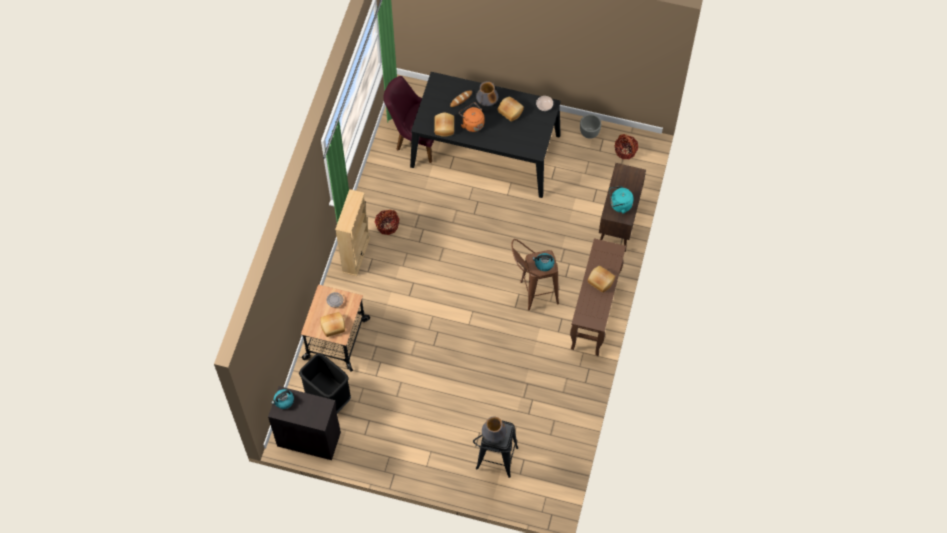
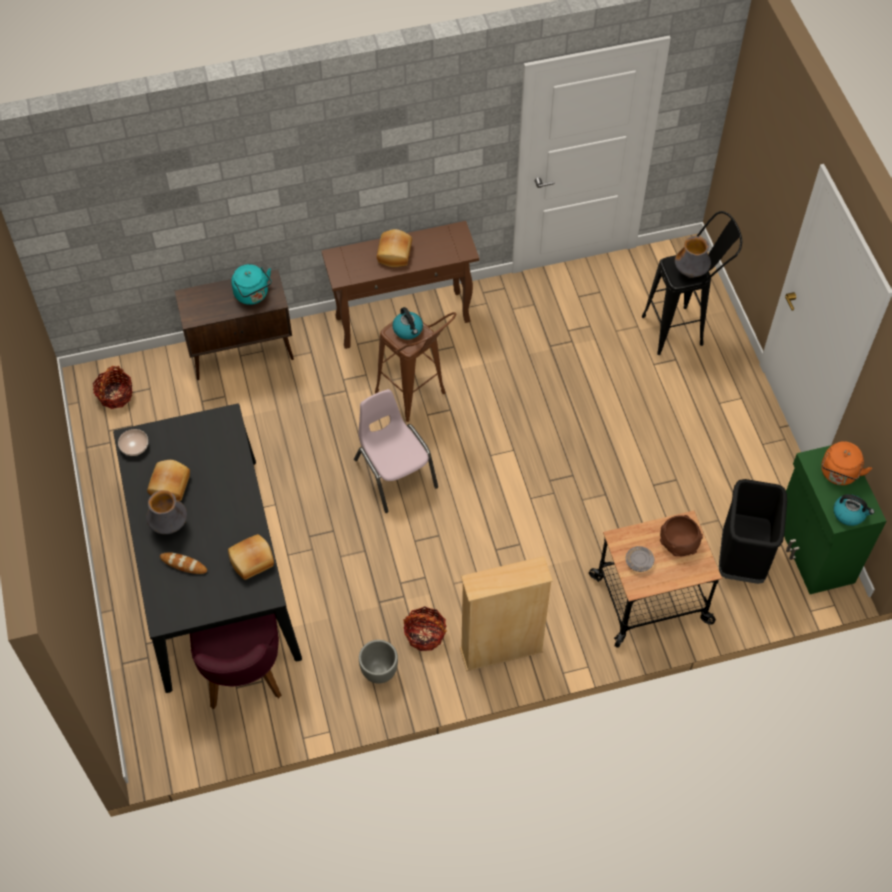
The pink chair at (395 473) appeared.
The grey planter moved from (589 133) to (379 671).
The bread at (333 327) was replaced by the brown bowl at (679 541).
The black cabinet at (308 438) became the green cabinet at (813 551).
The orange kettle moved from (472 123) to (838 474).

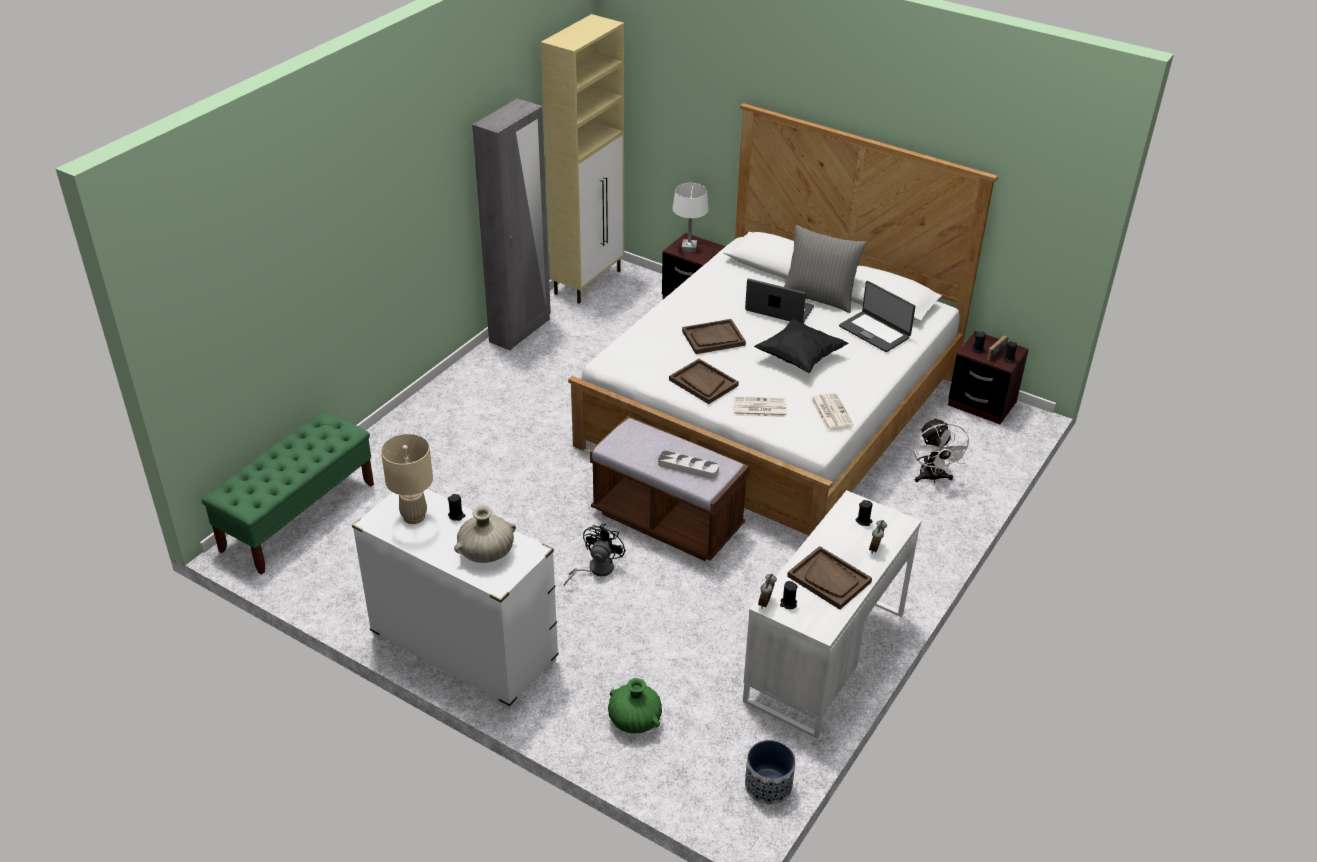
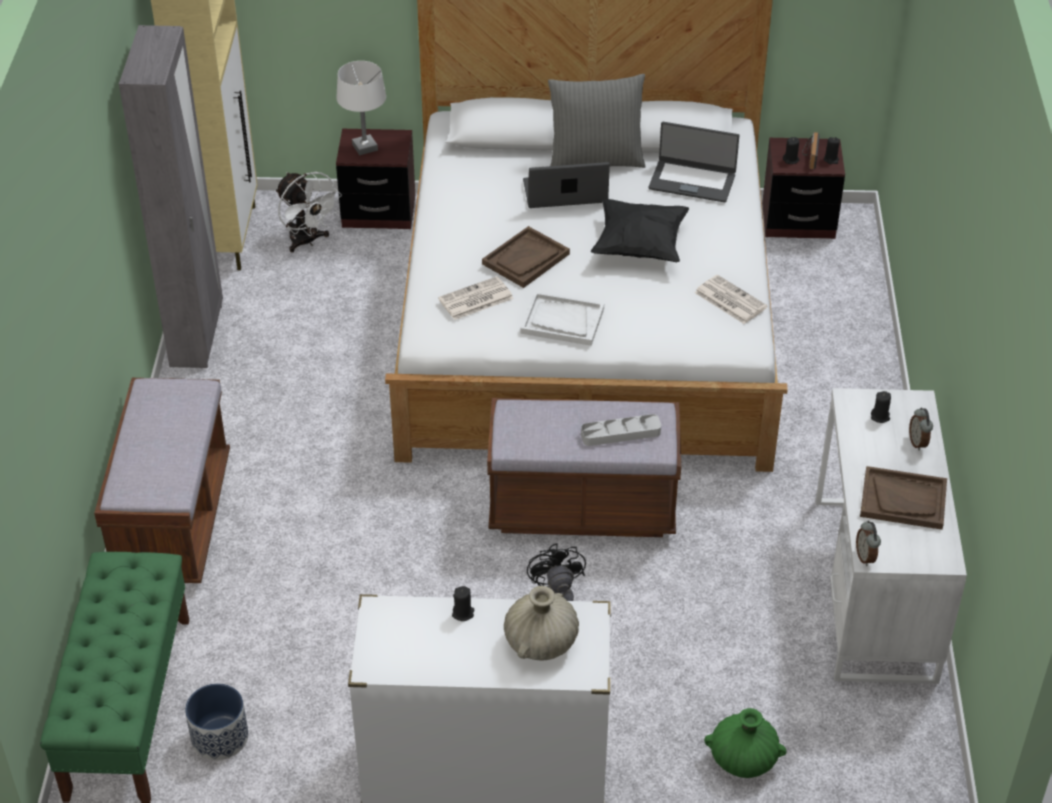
The brown bench at (173 520) appeared.
The planter moved from (768 786) to (220 738).
The white fan moved from (932 478) to (307 241).
The newspaper moved from (758 408) to (475 299).
The brown tray at (703 383) became the white tray at (562 321).
The beige table lamp at (414 516) disappeared.
The black candle at (788 603) disappeared.

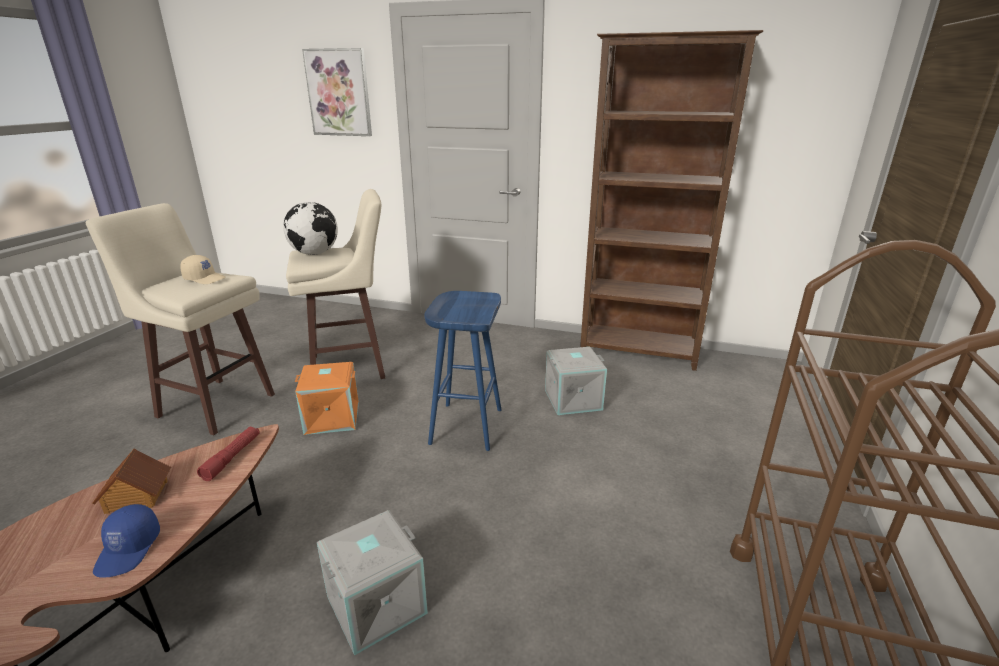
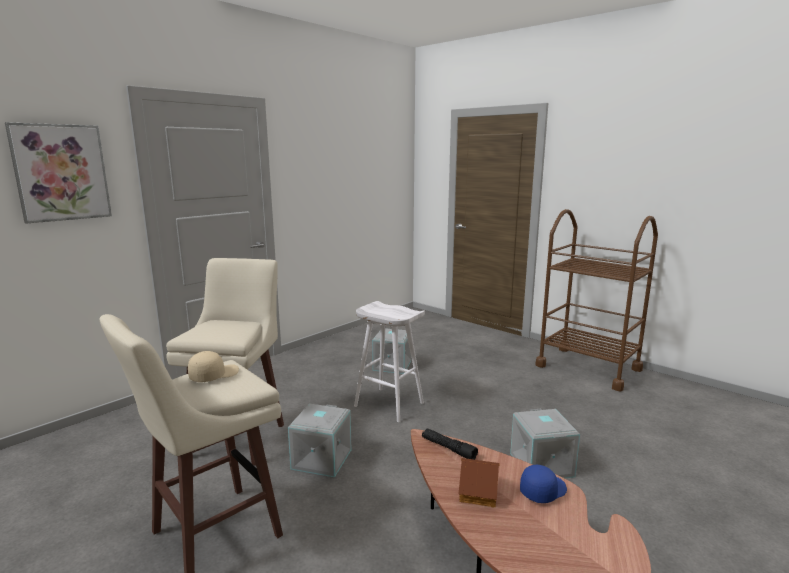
The orange storage box at (333 417) became the grey storage box at (321 459).
The blue stool at (465 425) became the white stool at (387 404).
The red flashlight at (232 457) became the black flashlight at (448 449).
The blue cap at (129 549) turned 60 degrees counterclockwise.
The globe at (315 253) disappeared.
The brown bookcase at (639 352) disappeared.

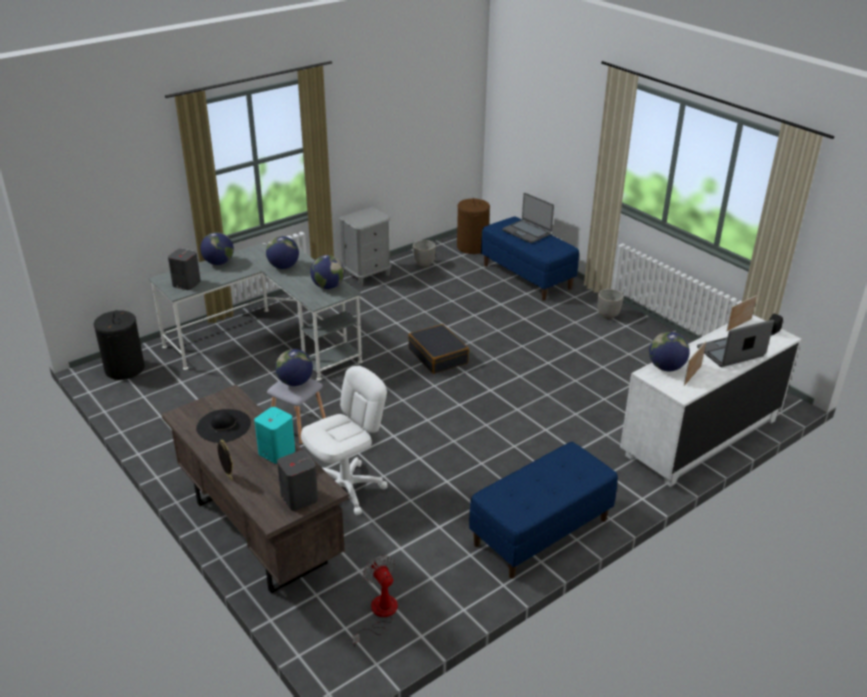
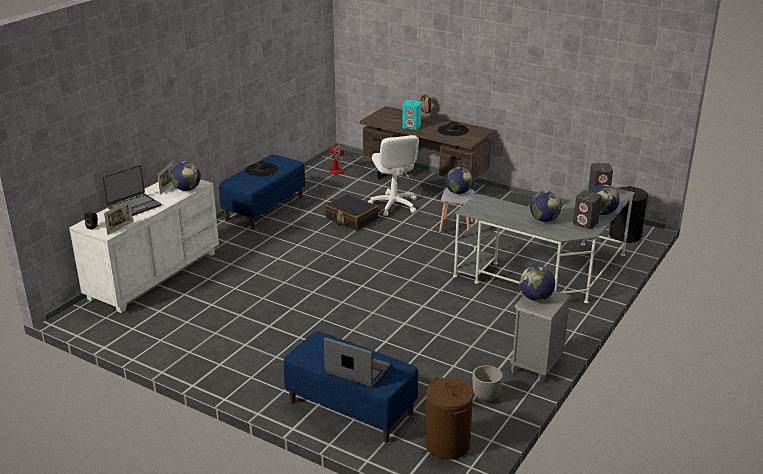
The black hat at (261 169) appeared.
The black suitcase moved from (438 356) to (351 219).
The white office chair at (346 489) turned 45 degrees counterclockwise.
The globe moved from (328 286) to (535 298).
The grey speaker moved from (299 498) to (586 223).
The planter at (608 315) disappeared.

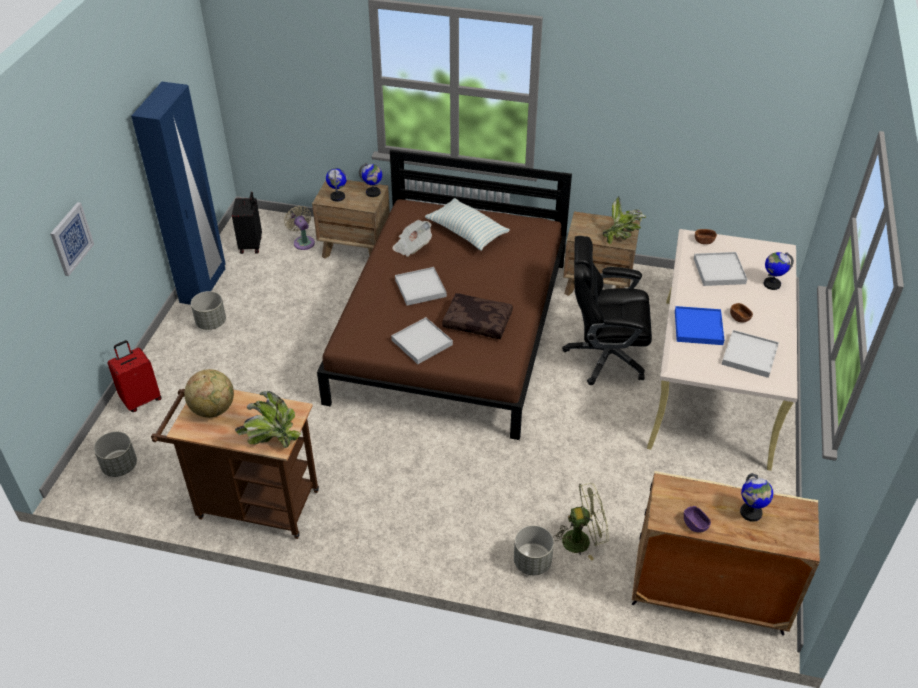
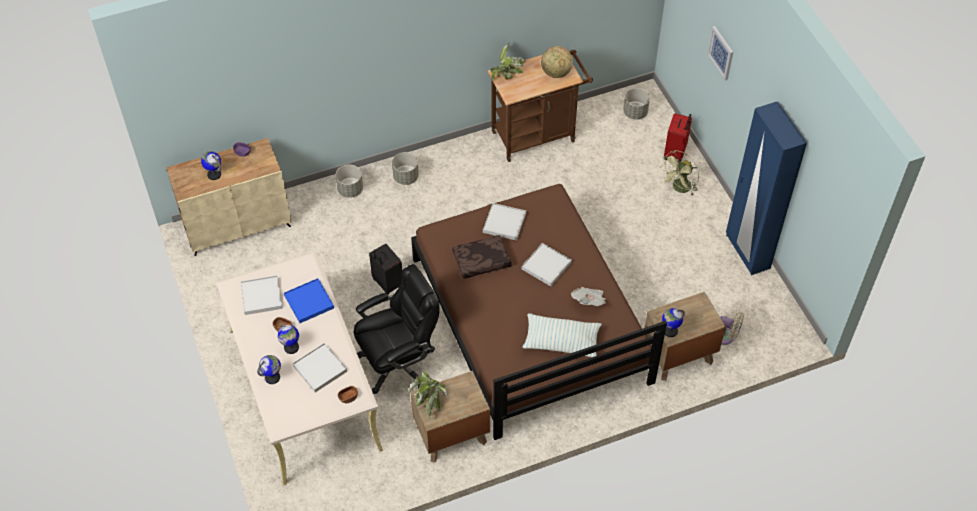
The globe moved from (338 197) to (291 347).
The black suitcase moved from (252 245) to (387 283).
The grey planter moved from (211 322) to (406 177).
The green fan moved from (582 539) to (679 189).

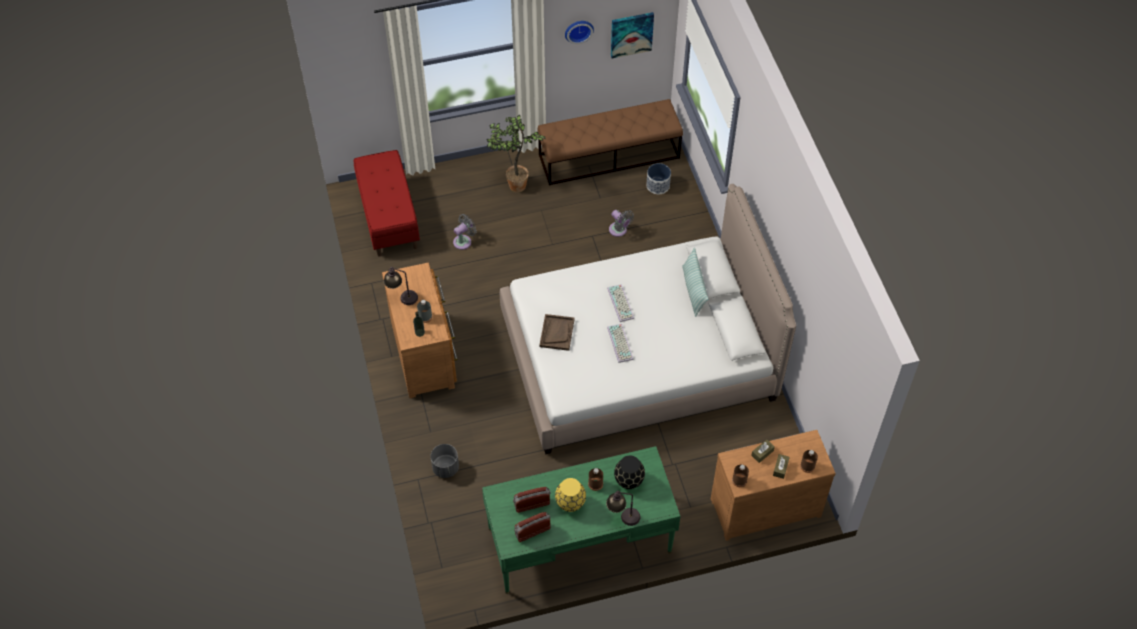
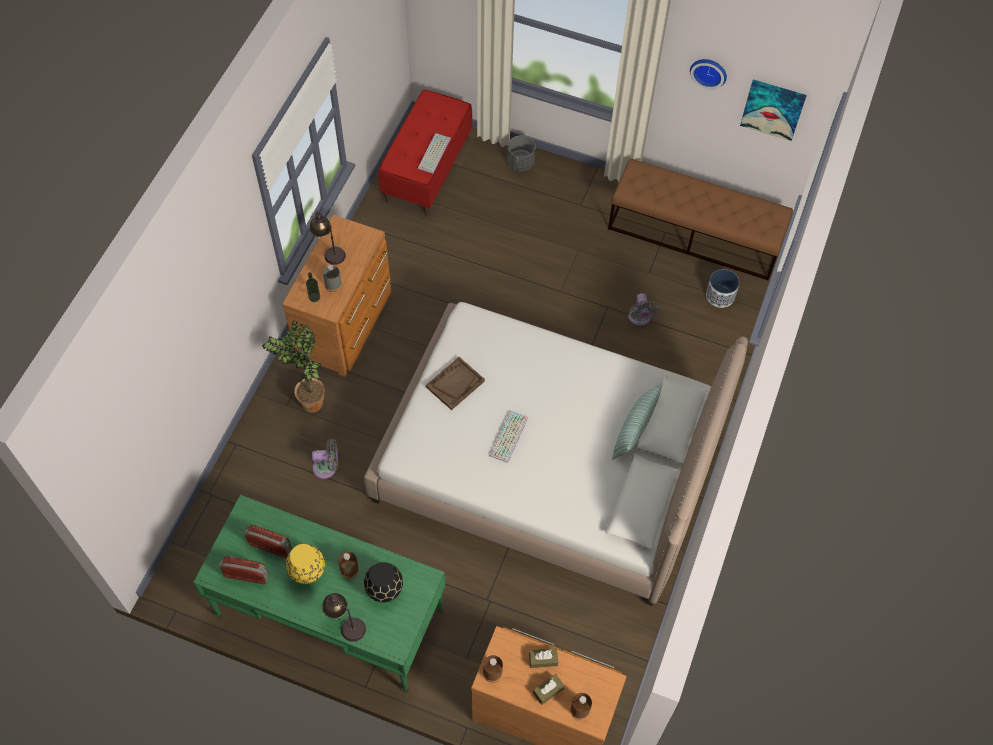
The potted plant moved from (514 186) to (310 400).
The grey fan moved from (464 241) to (327 468).
The keyboard moved from (621 303) to (434 154).
The grey planter moved from (445 468) to (520 163).

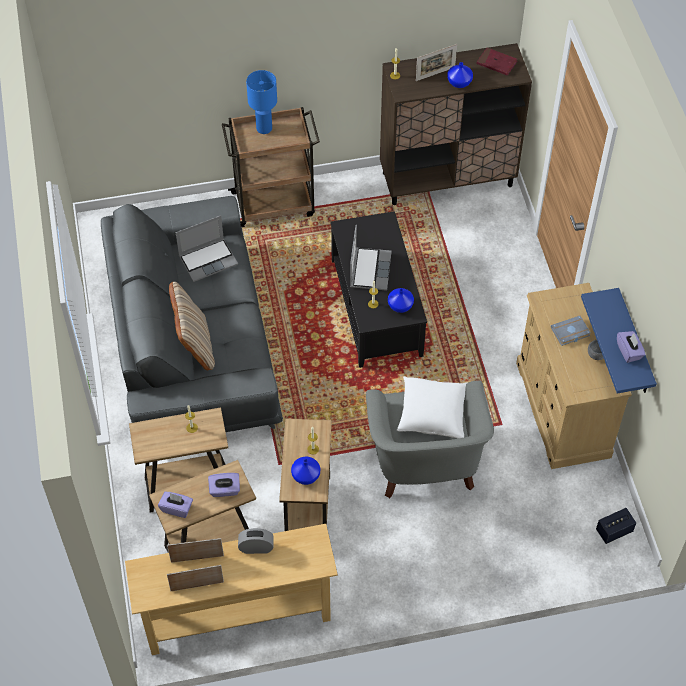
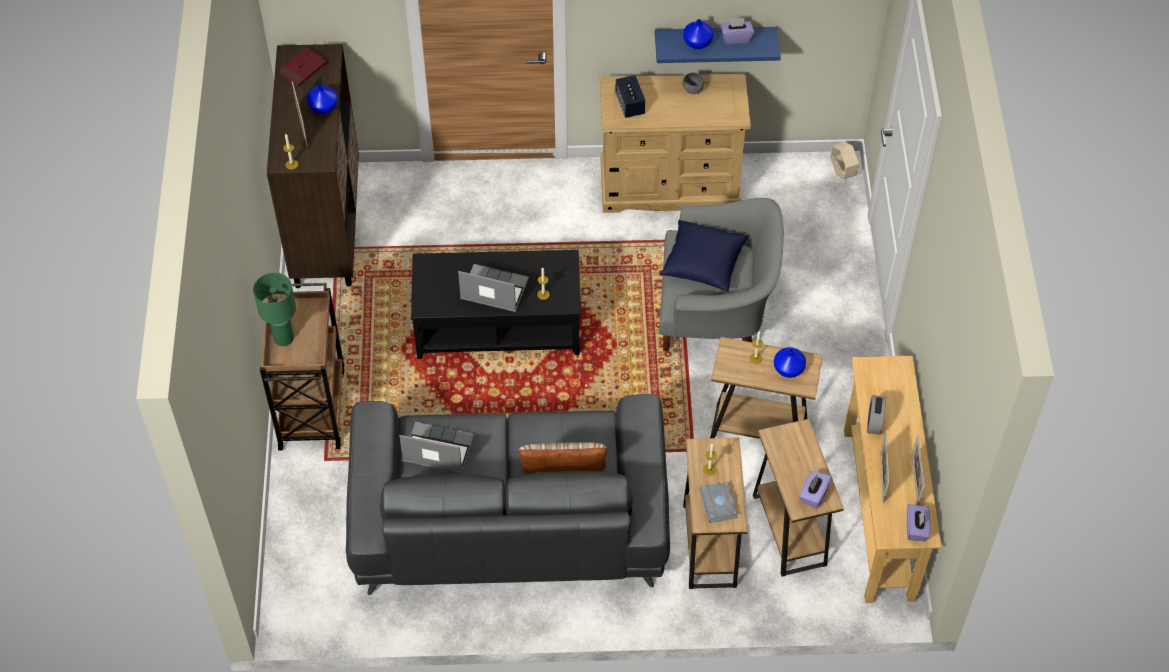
The blue table lamp at (264 128) became the green table lamp at (283 338).
The laptop at (208 260) turned 60 degrees counterclockwise.
The speaker moved from (614 531) to (630 104).
The white pillow at (432 414) became the blue pillow at (702 264).
The blue vase moved from (400 306) to (698 42).
The grey book moved from (570 333) to (720 504).
The beige planter at (842 172) appeared.
The purple tissue box moved from (225 490) to (916 529).

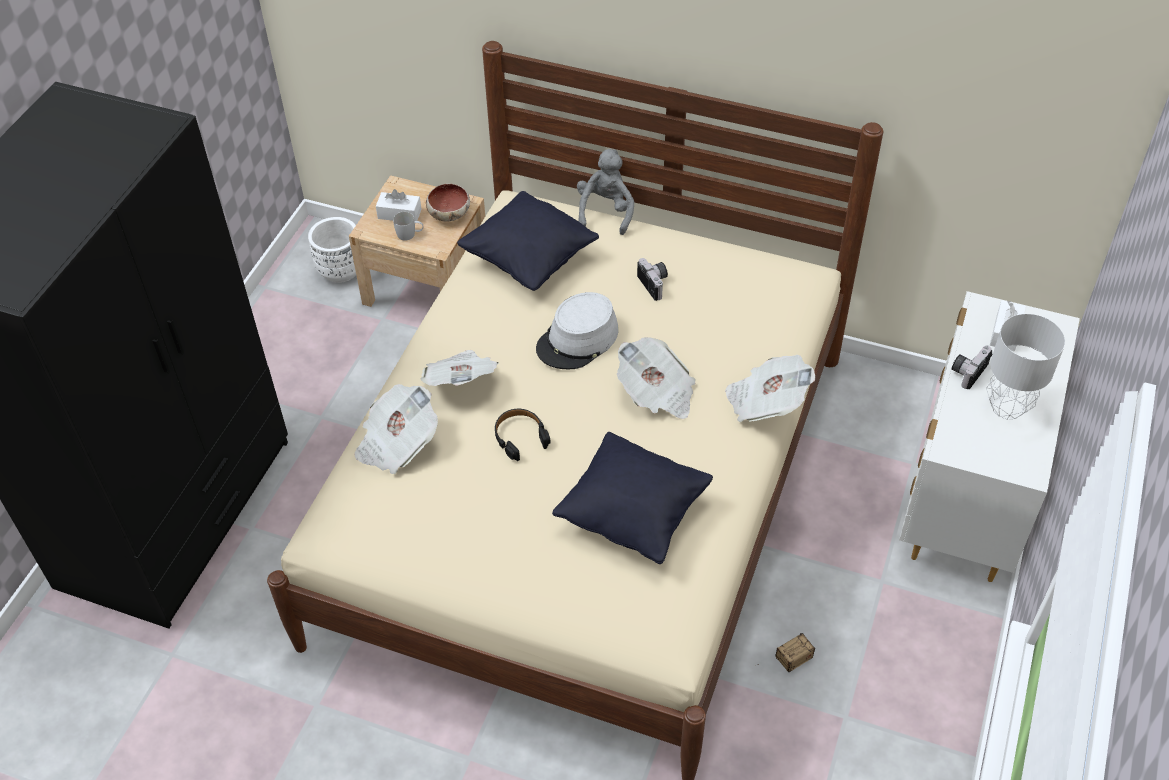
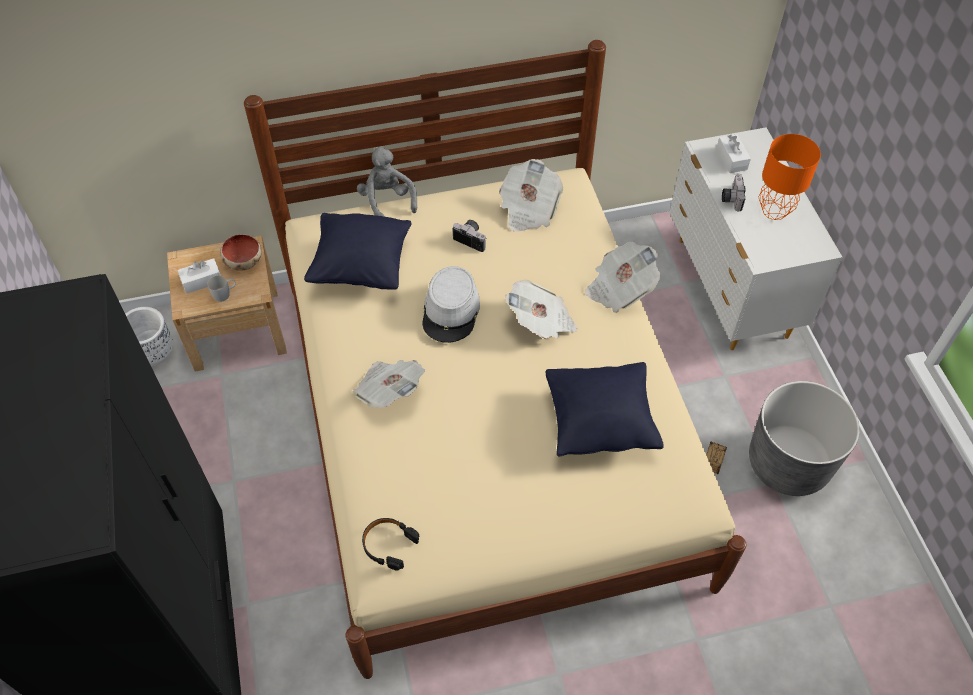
The black headphones moved from (520 437) to (388 545).
The newspaper moved from (397 443) to (528 209).
The grey planter at (788 463) appeared.
The grey table lamp at (1006 407) became the orange table lamp at (773 211).

